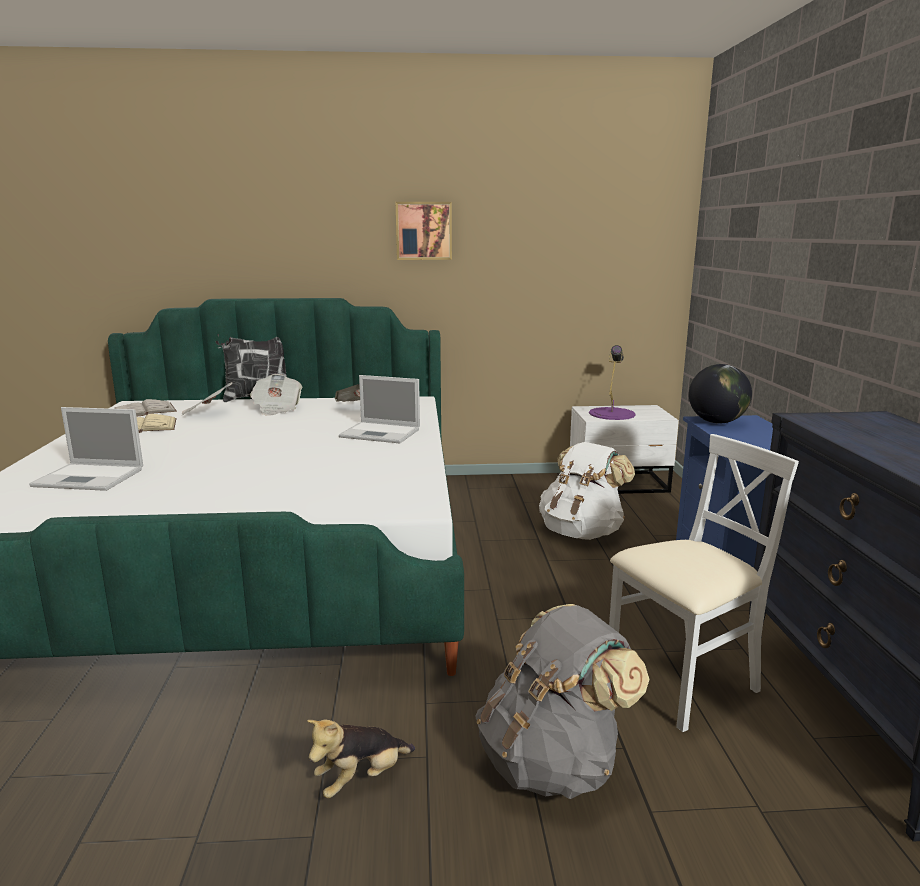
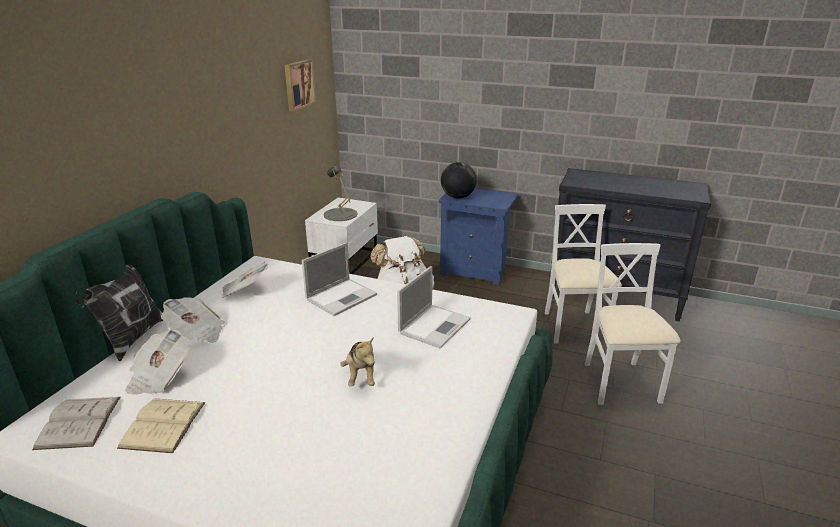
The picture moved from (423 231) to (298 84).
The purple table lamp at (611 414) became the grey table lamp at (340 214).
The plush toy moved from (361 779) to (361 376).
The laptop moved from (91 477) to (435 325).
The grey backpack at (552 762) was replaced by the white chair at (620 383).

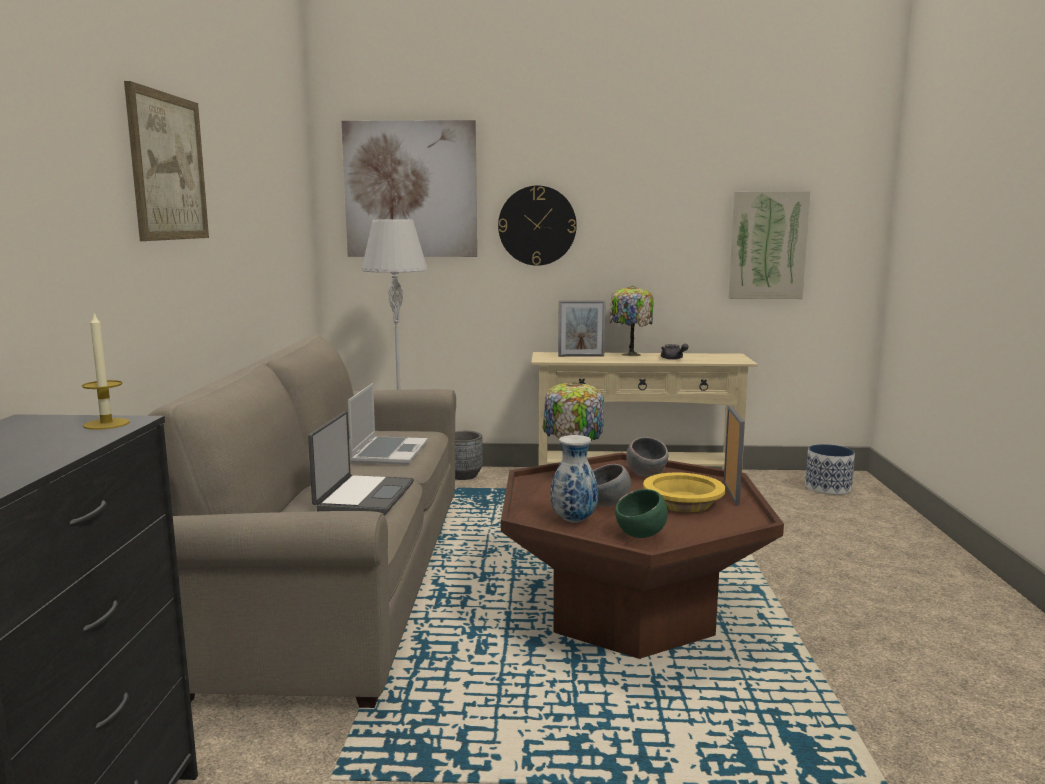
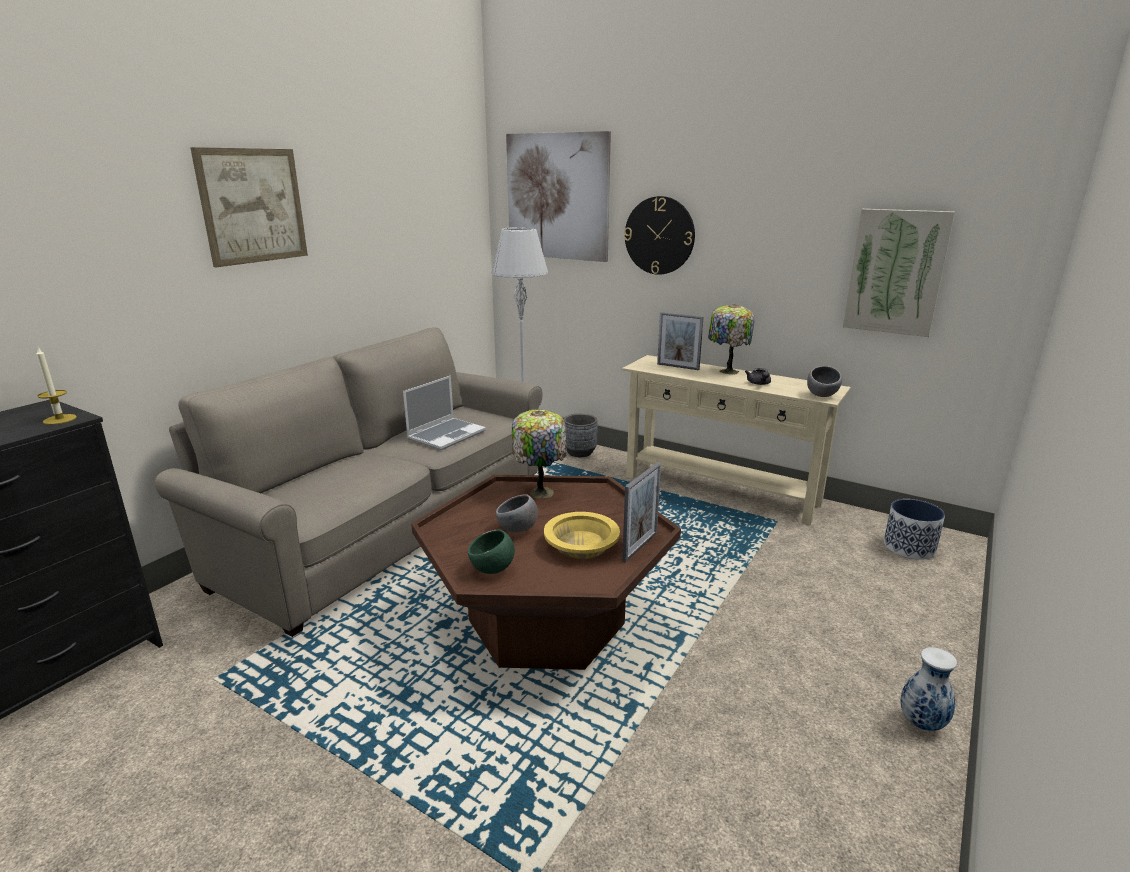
The grey bowl moved from (646 475) to (822 395).
The vase moved from (573 519) to (921 722).
The laptop at (363 496) disappeared.

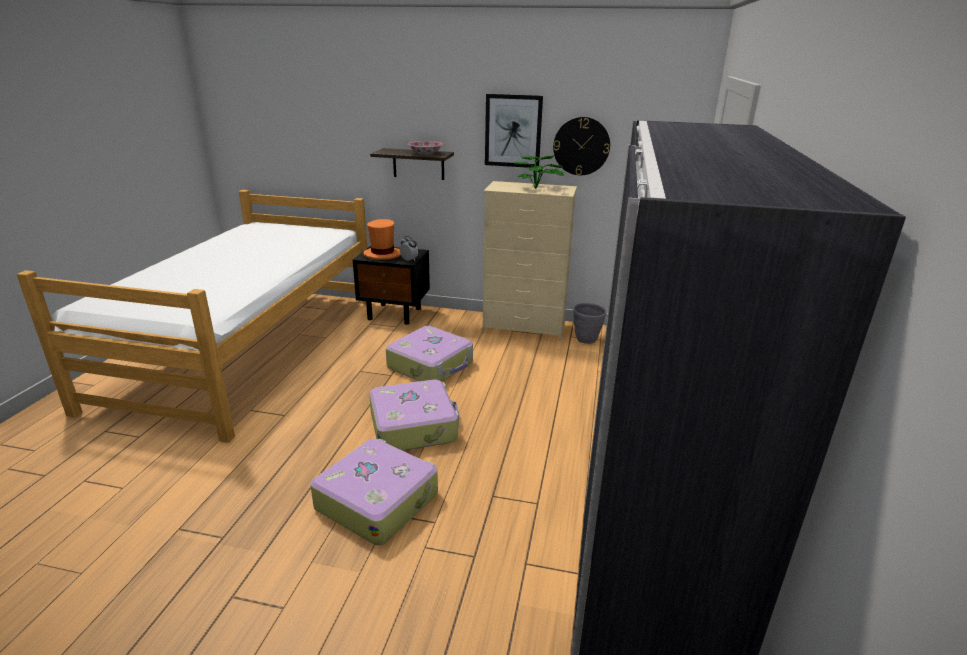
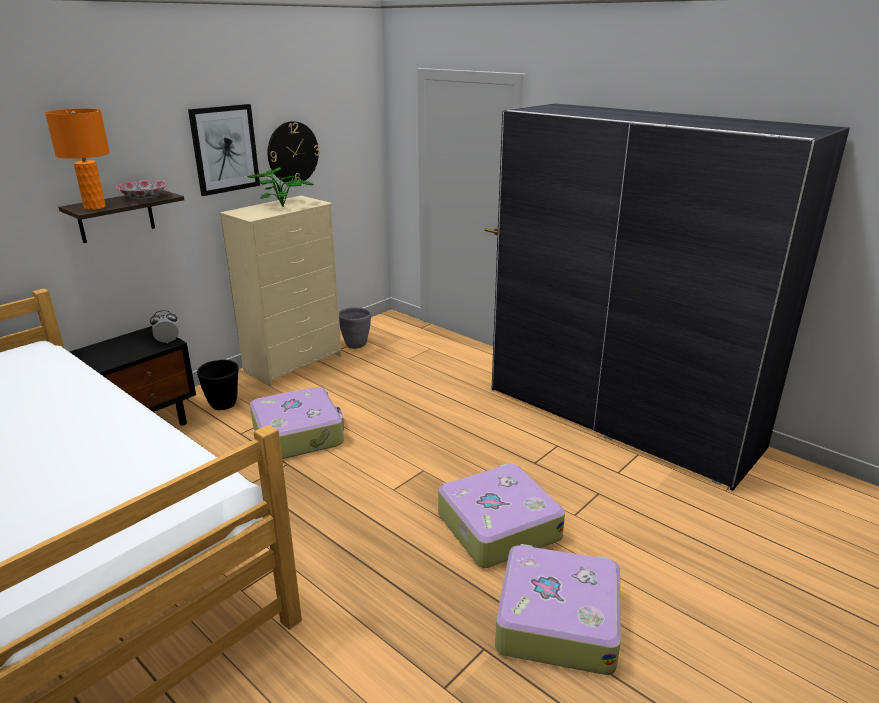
The orange table lamp at (94 207) appeared.
The black planter at (223 405) appeared.
The suitcase moved from (414 426) to (556 619).
The orange hat at (382 254) disappeared.

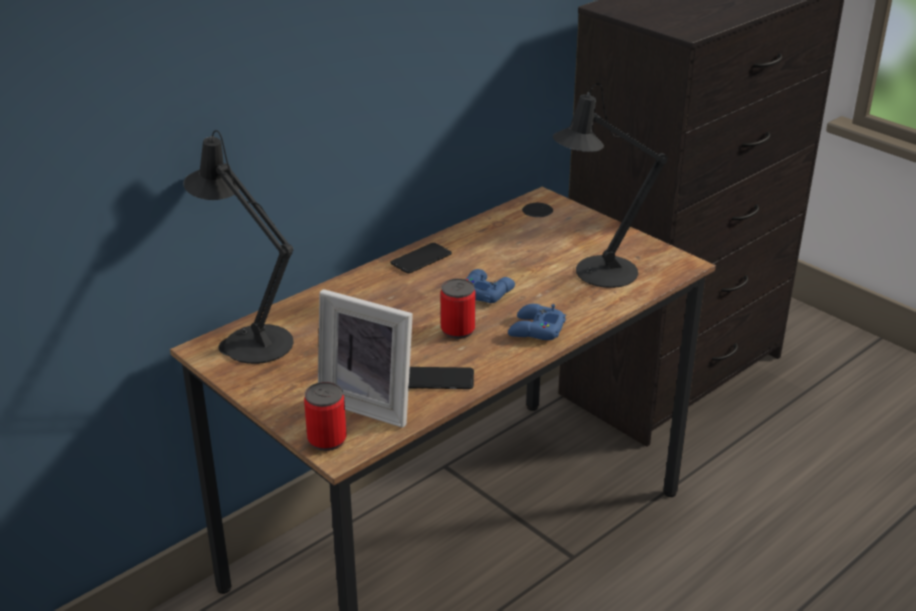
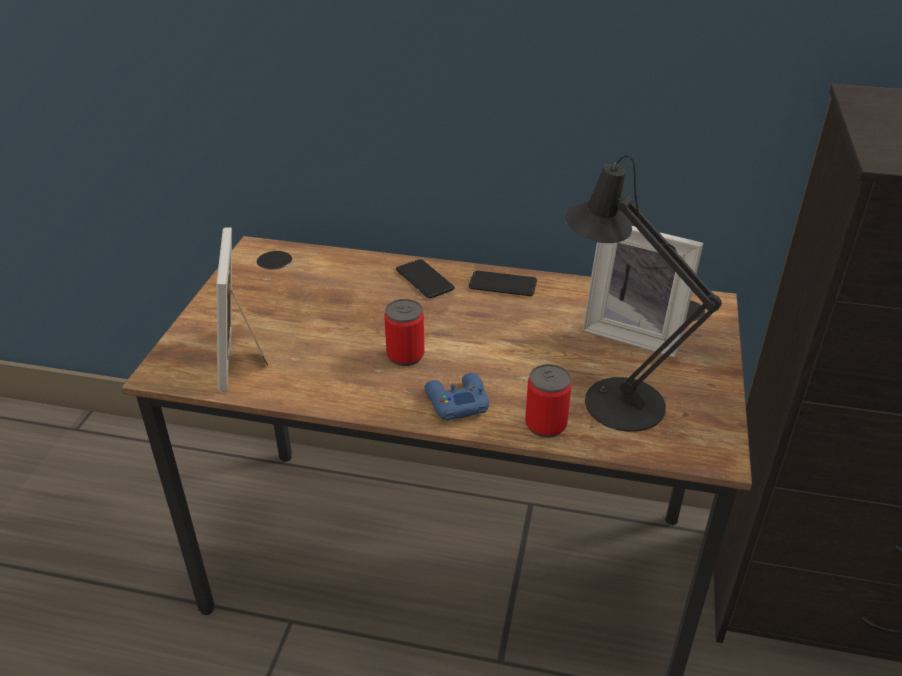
The phone moved from (438 379) to (424 280).
The can moved from (327 440) to (545 425).
The picture frame at (634 333) appeared.
The black table lamp at (251 340) disappeared.
The blue game controller at (486 292) disappeared.

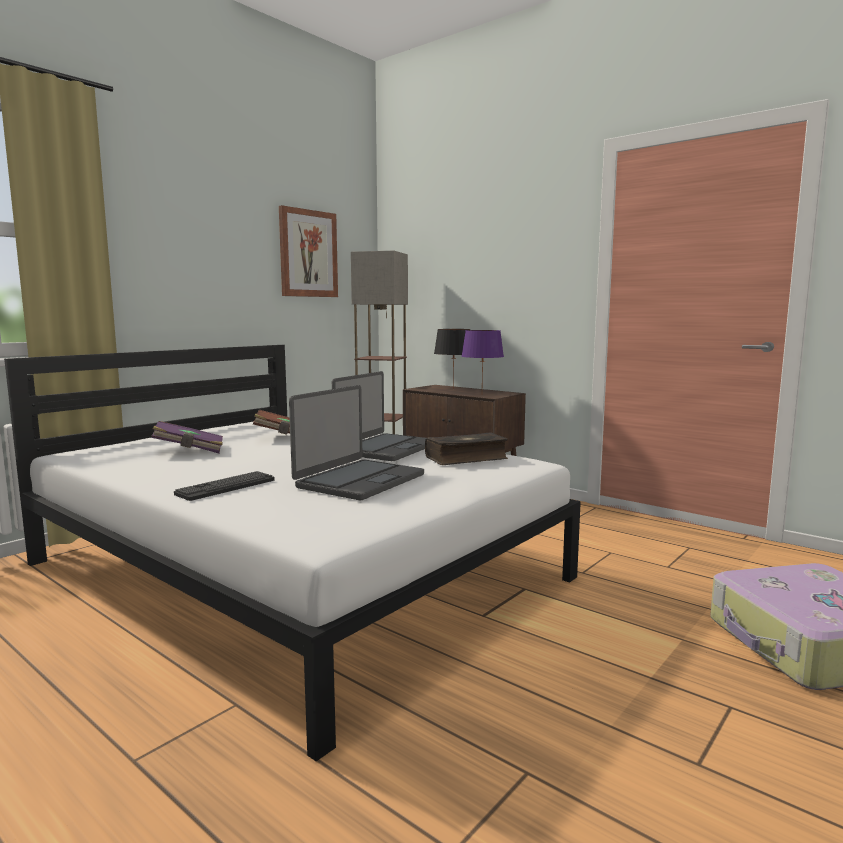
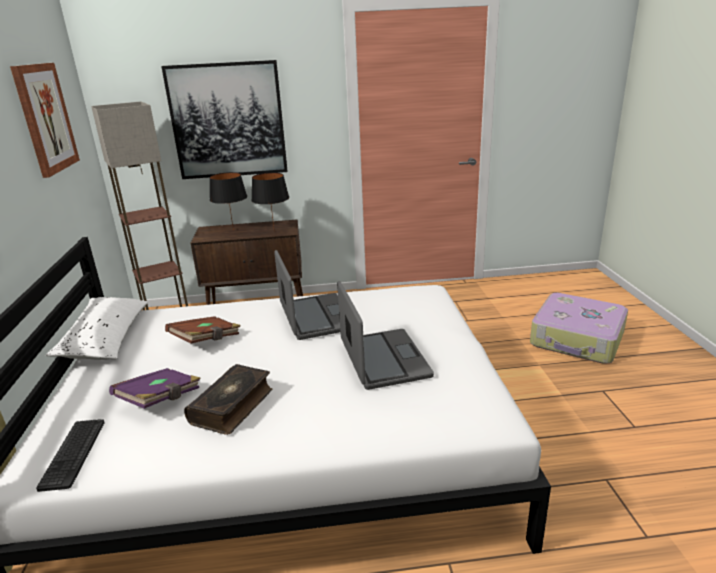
The keyboard moved from (226 487) to (73 454).
The white pillow at (106 338) appeared.
The picture at (228 121) appeared.
The book moved from (466 458) to (233 406).
The purple table lamp at (481 394) became the black table lamp at (274 231).

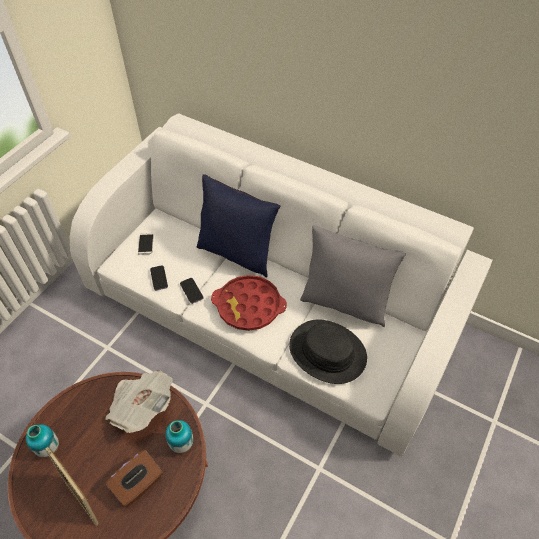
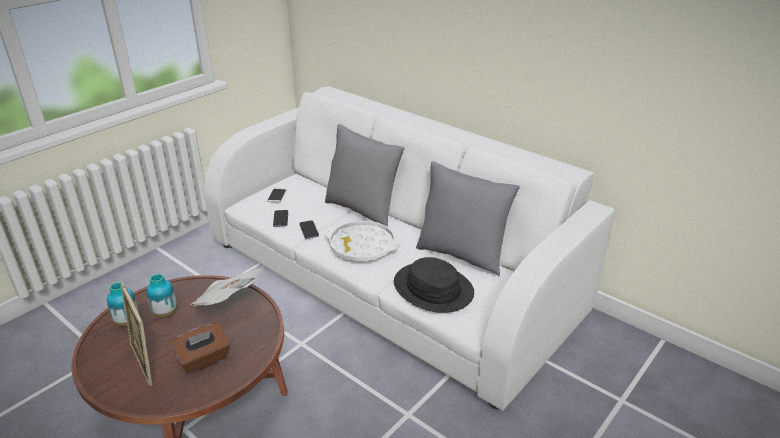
The vase moved from (182 444) to (165 313).
The blue pillow at (237 253) became the grey pillow at (362 209).
The red tray at (249 306) became the white tray at (362 246).

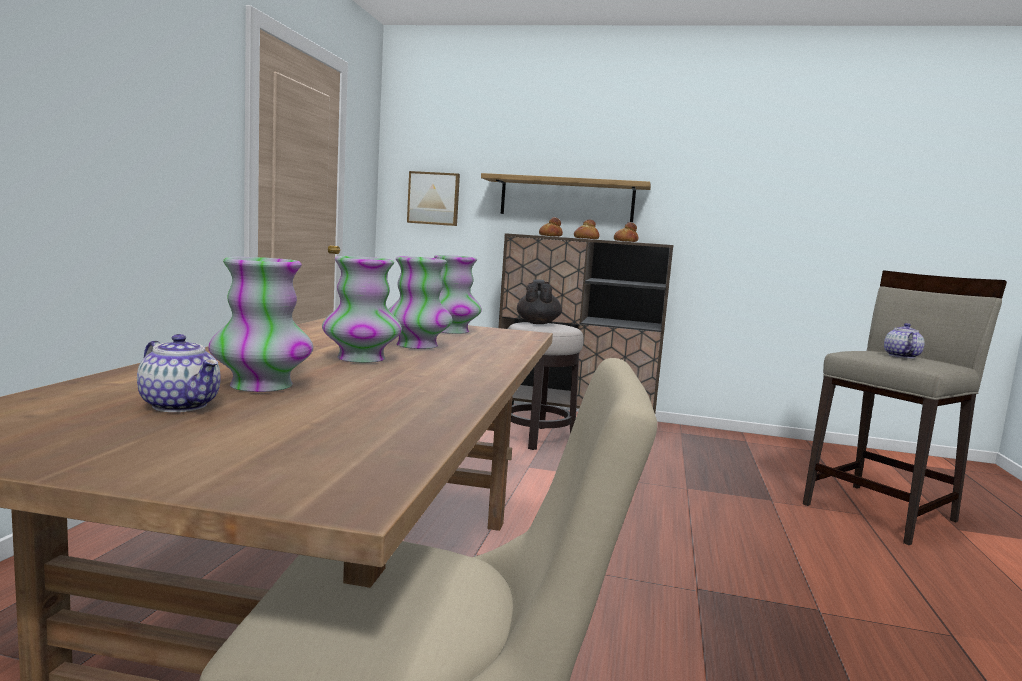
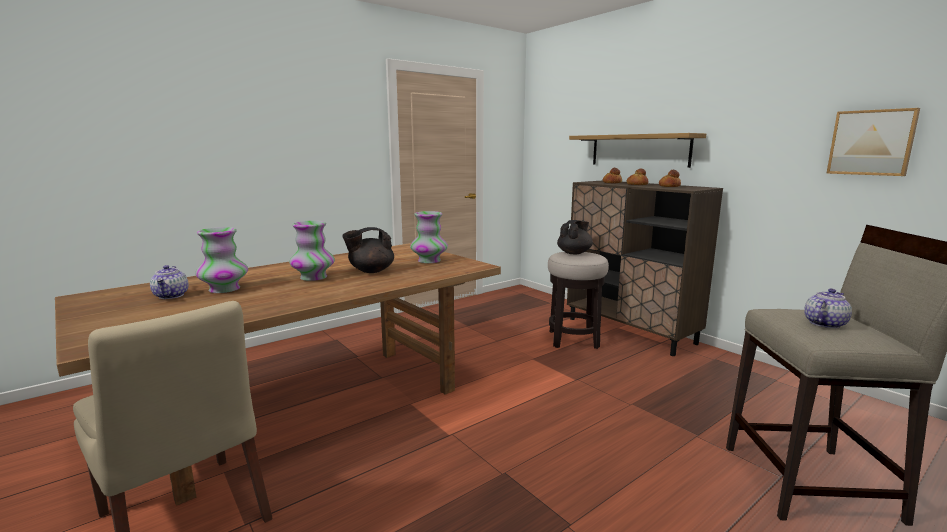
The vase at (416 346) was replaced by the black teapot at (371 271).
The picture moved from (434 198) to (871 142).

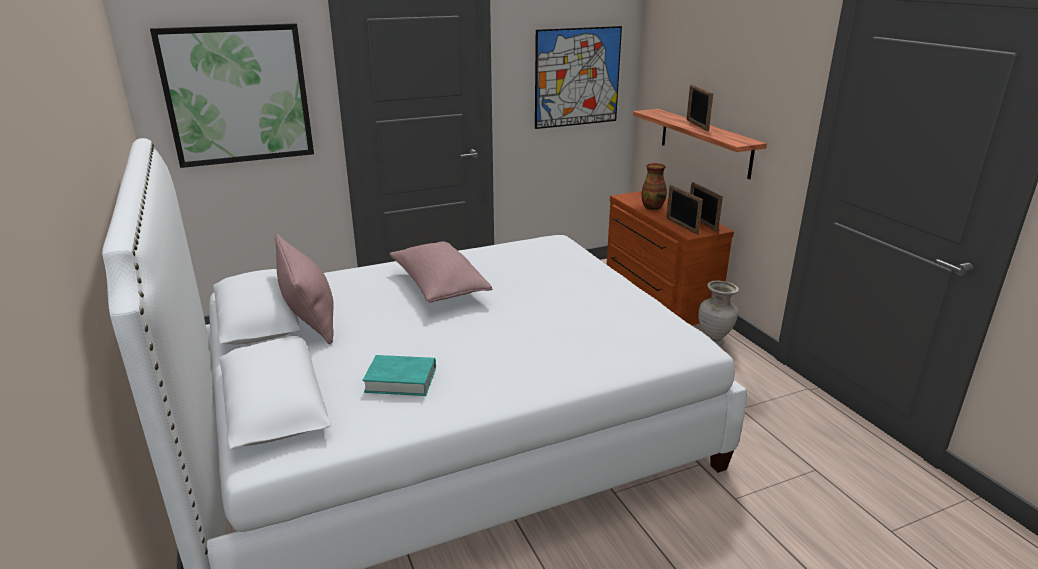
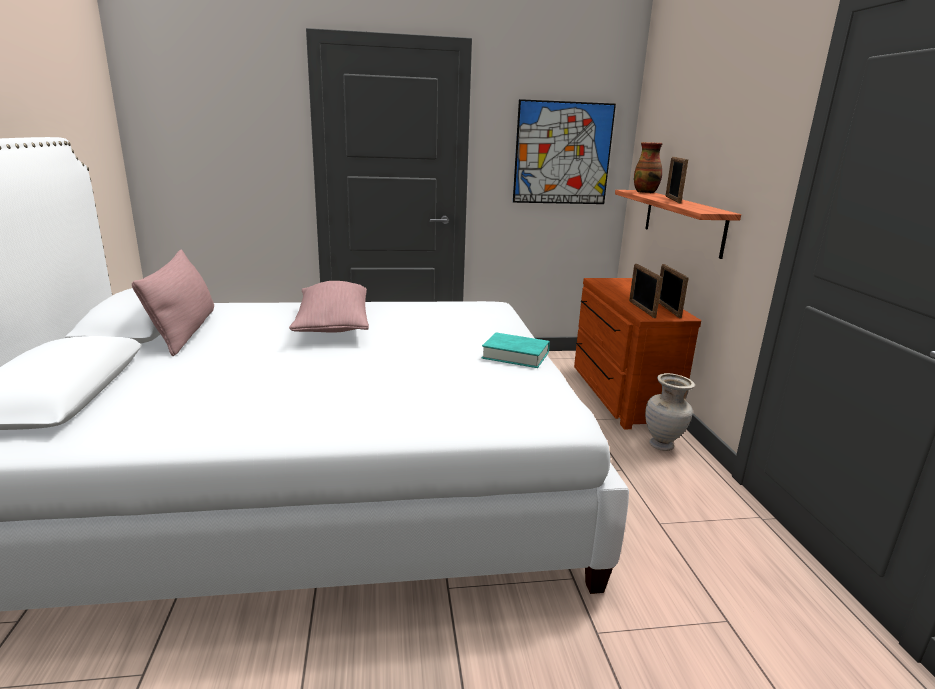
The turquoise book moved from (401 380) to (515 355).
The vase moved from (653 207) to (645 192).
The picture at (237 95) disappeared.

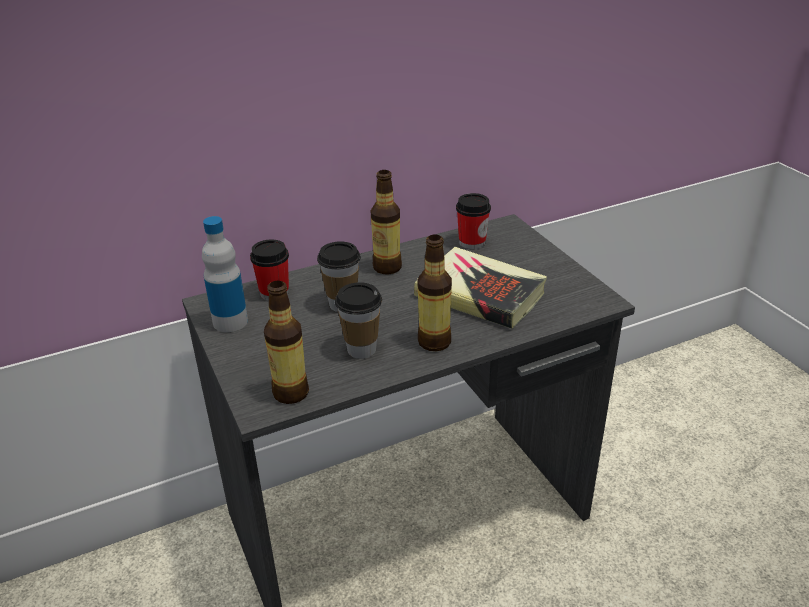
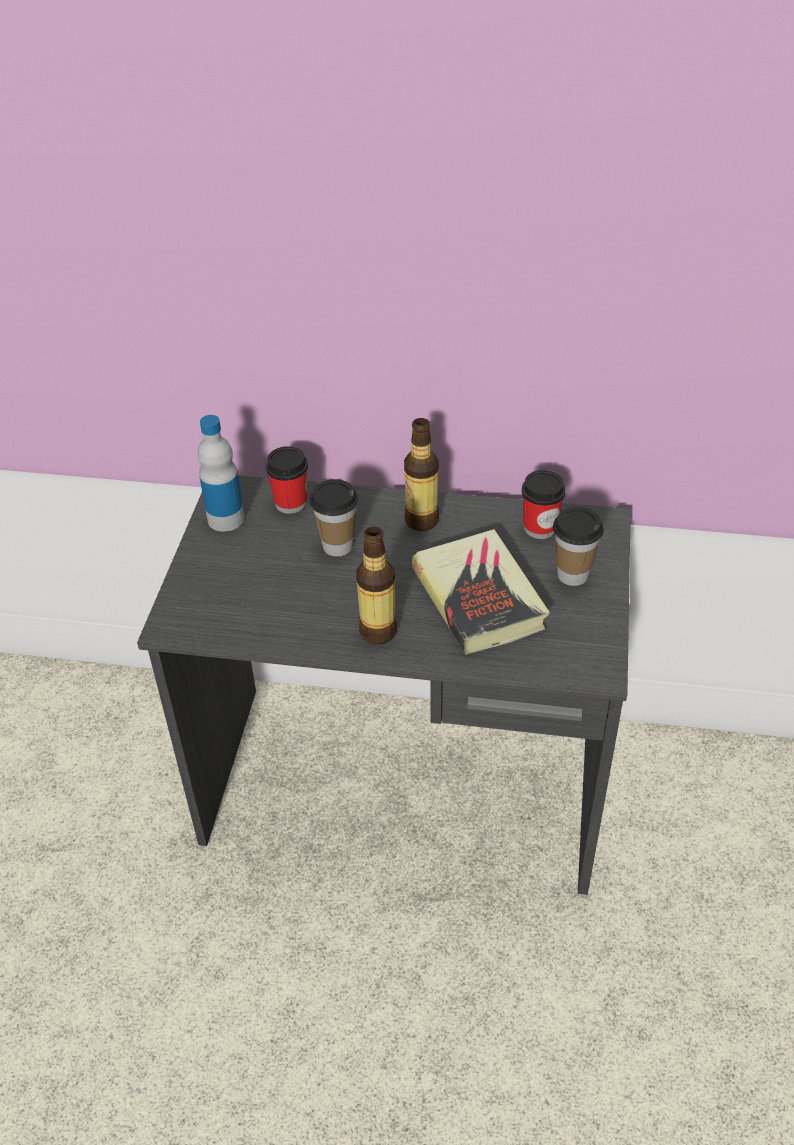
The cup moved from (361 349) to (572 575).
The bottle at (291 393) disappeared.

